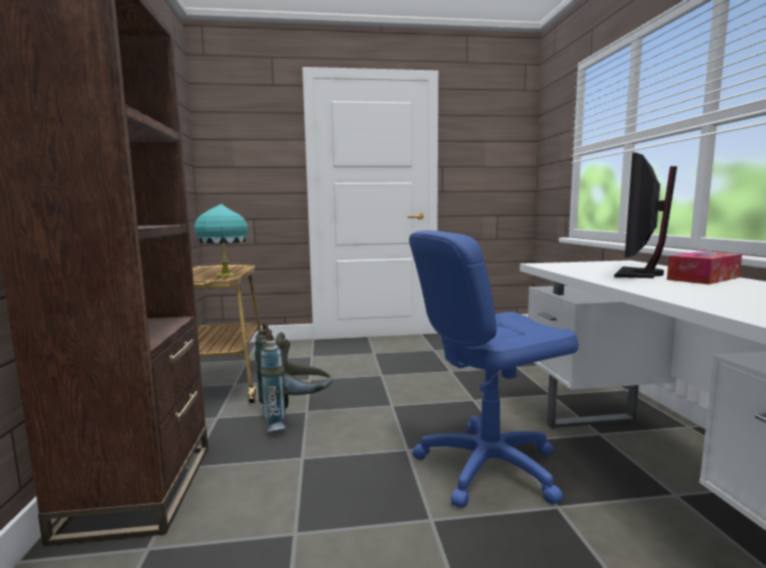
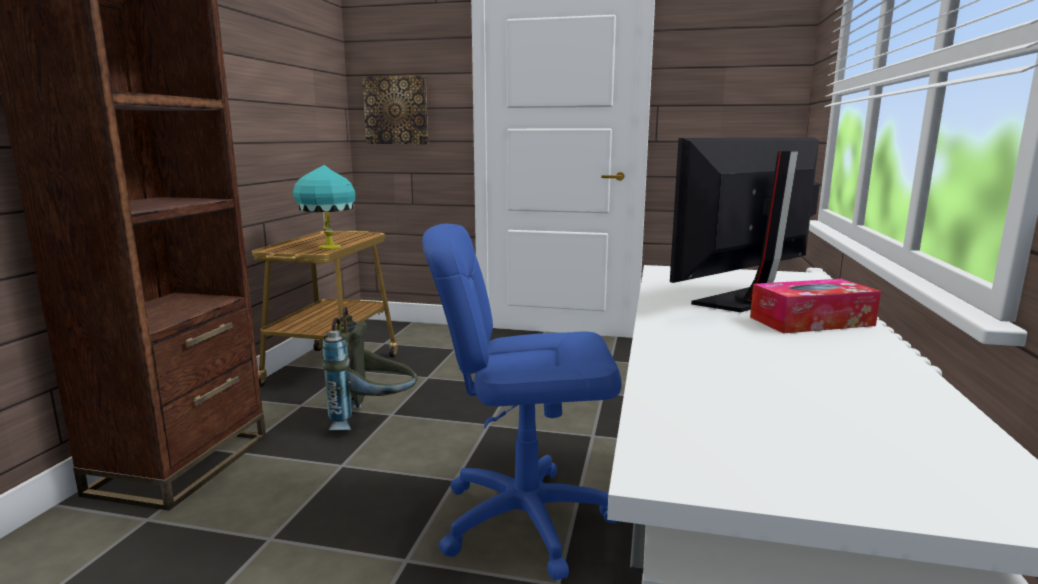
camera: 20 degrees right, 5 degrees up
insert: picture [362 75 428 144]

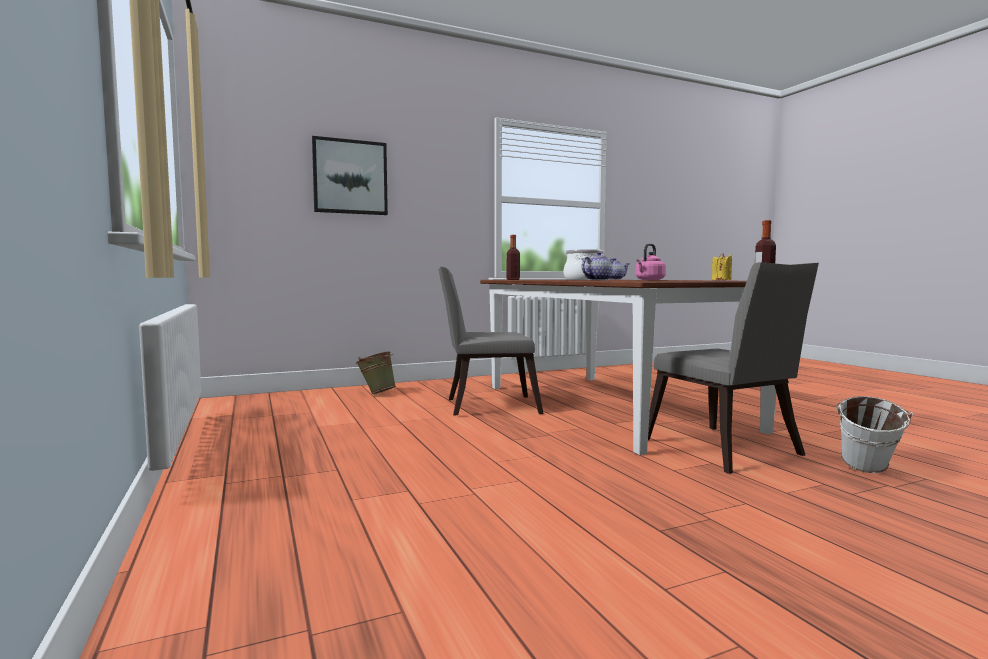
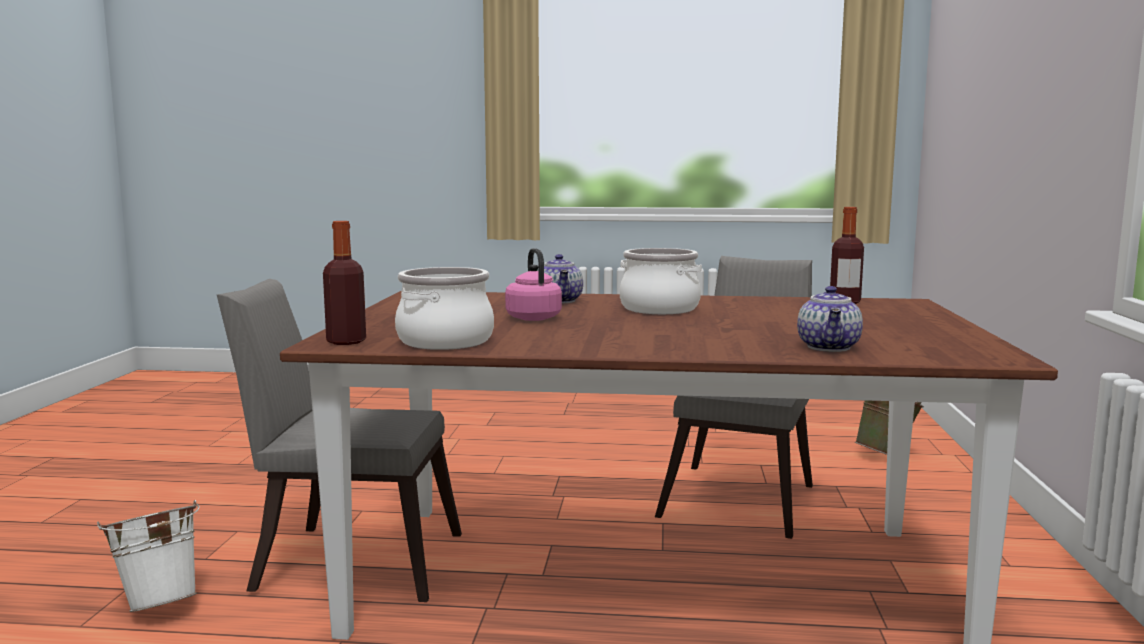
camera: 120 degrees right, 5 degrees up
delete: picture [312 136 388 215]
replace: yellow-coloured wax candle [712 253 732 280] to cooking pot [395 267 494 350]

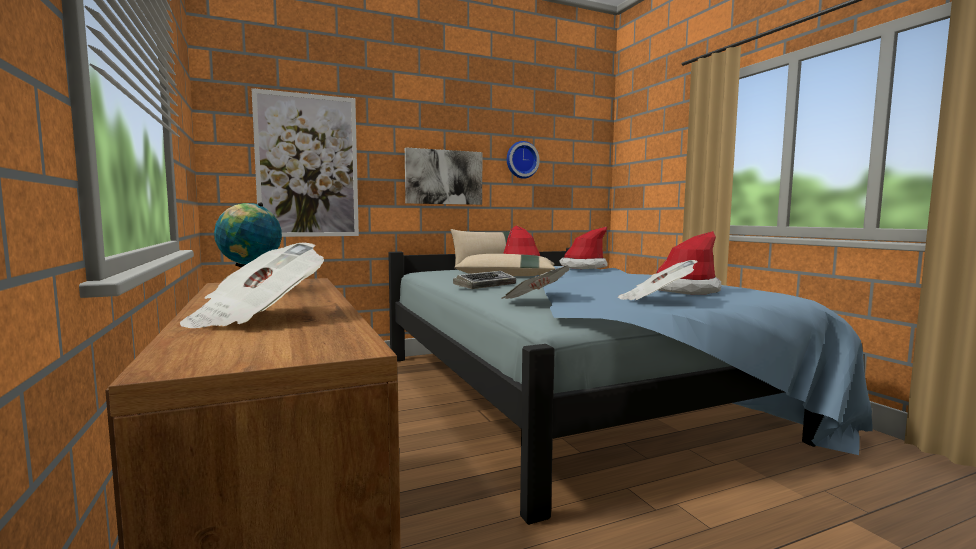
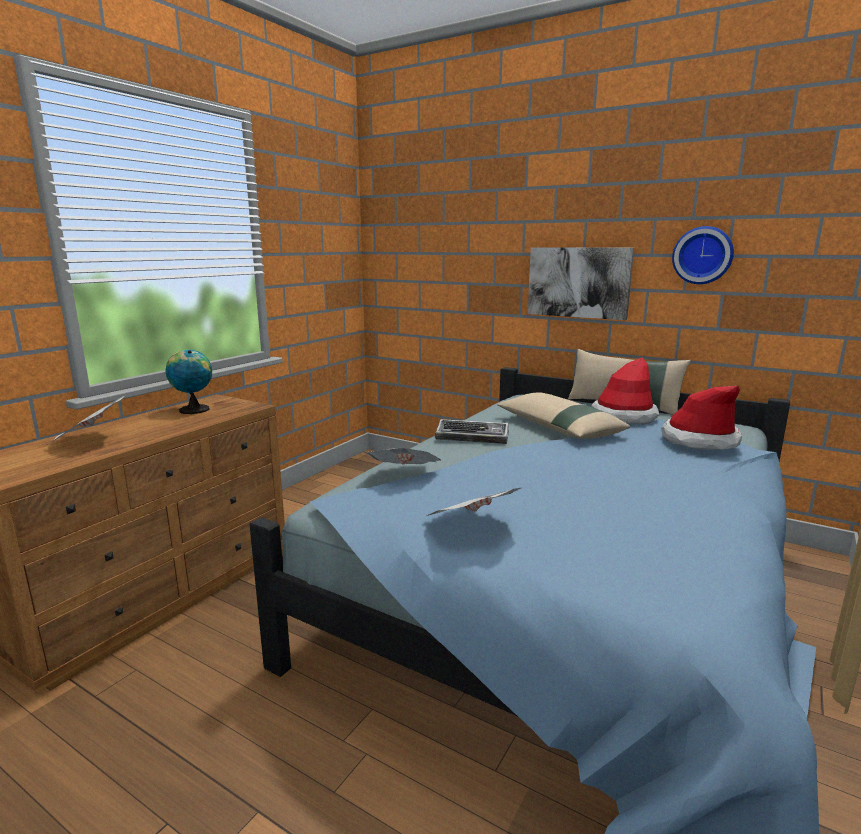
camera: 55 degrees right, 10 degrees up
delete: picture [251 88 359 237]; clothing hat [651 231 722 295]

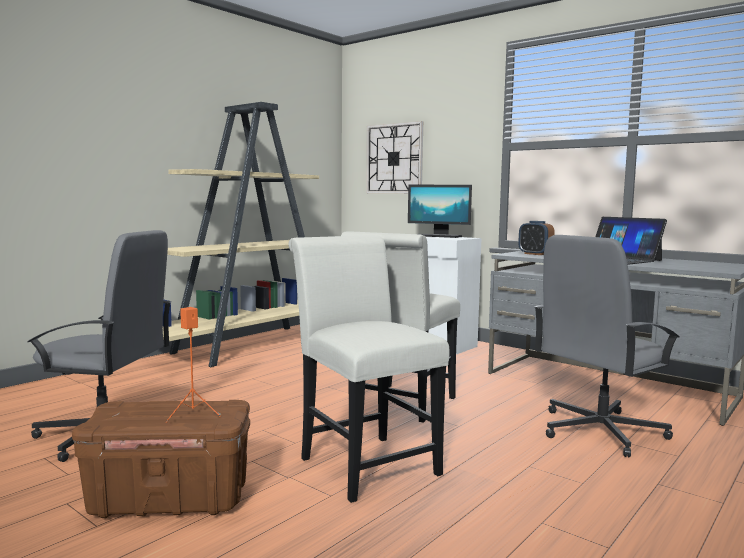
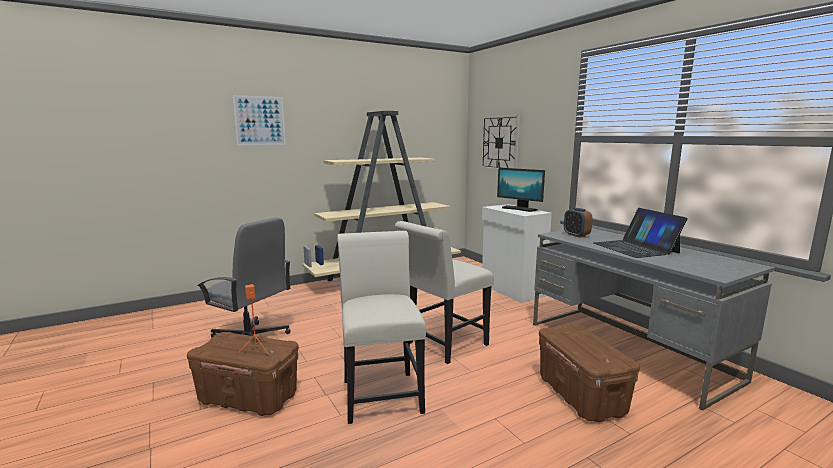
camera: 20 degrees right, 5 degrees up
insert: picture [233 95 286 145]
replace: gray computer chair [534 235 680 457] to brown-coloured storage box [539 324 640 422]

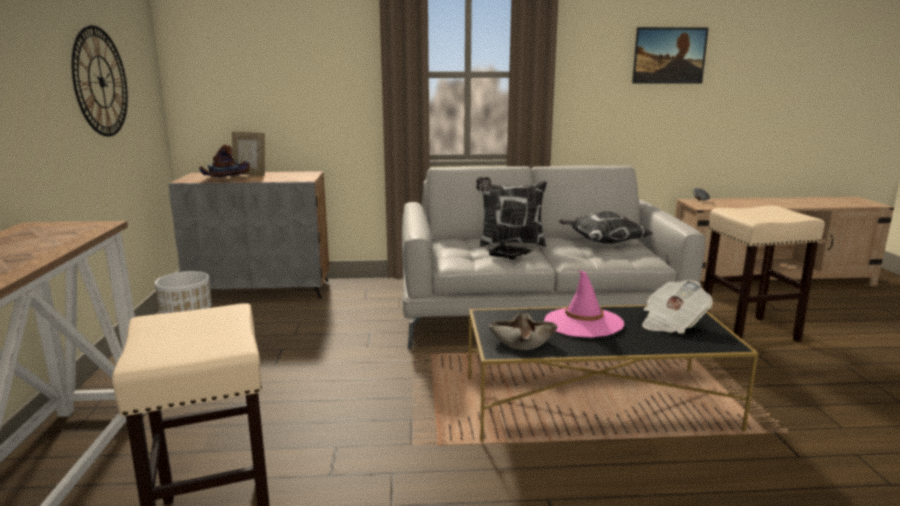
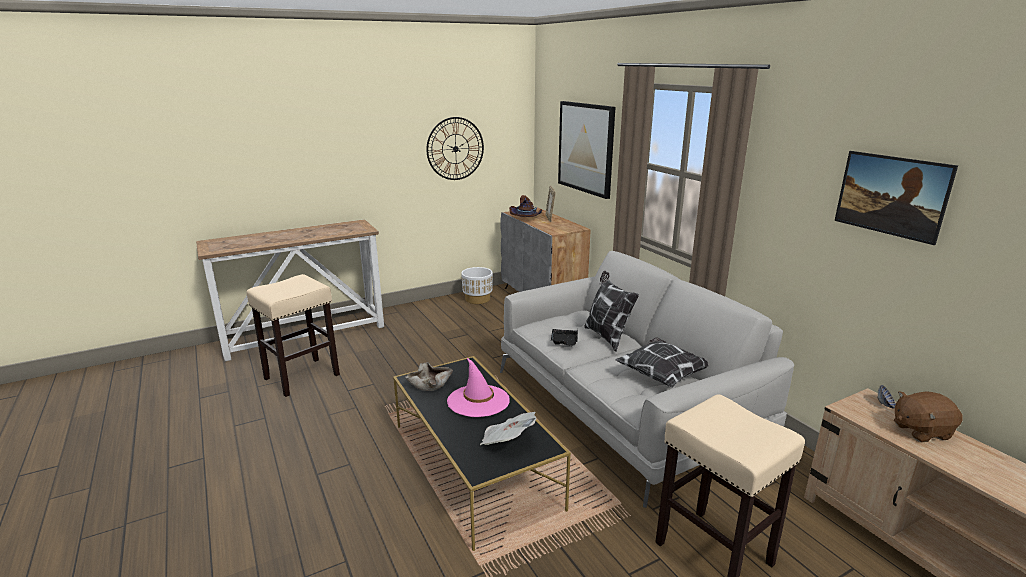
camera: 65 degrees right, 5 degrees up
insert: picture [558 101 615 199]; brown-coloured cuddly toy [894 391 963 442]

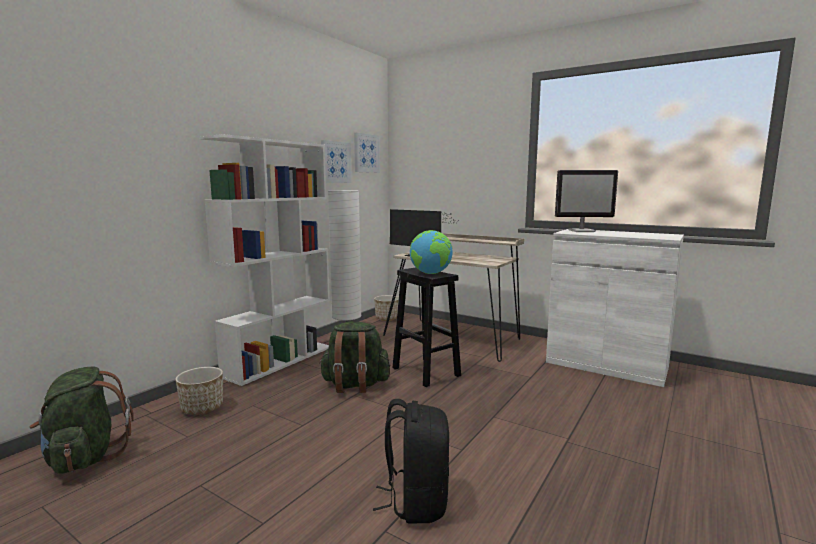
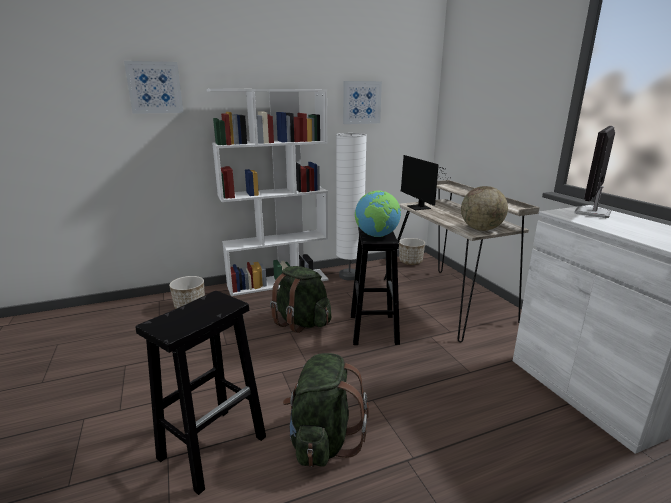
camera: 35 degrees right, 10 degrees up
insert: globe [461 186 508 231]
move: green-coloured rucksack [30 366 134 474] to [283 353 369 467]; picture [354 133 380 173] to [124 61 183 114]
replace: black-coloured rucksack [373 399 449 524] to black-coloured stool [136 291 266 495]
rotate: computer display [555 170 618 232] = [574 126 615 218] 90 degrees clockwise

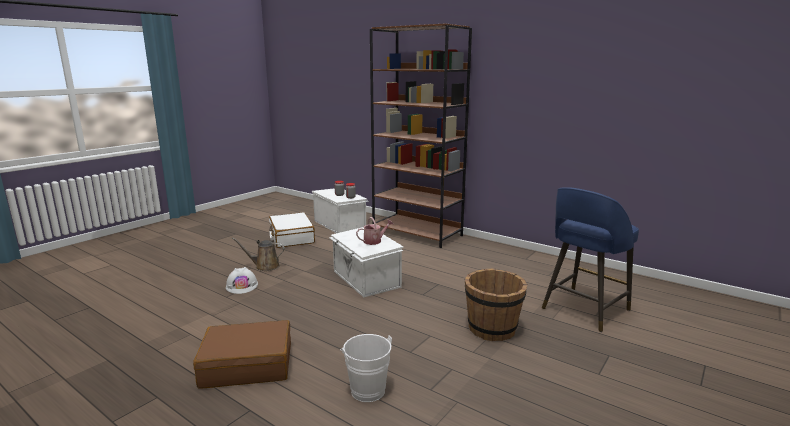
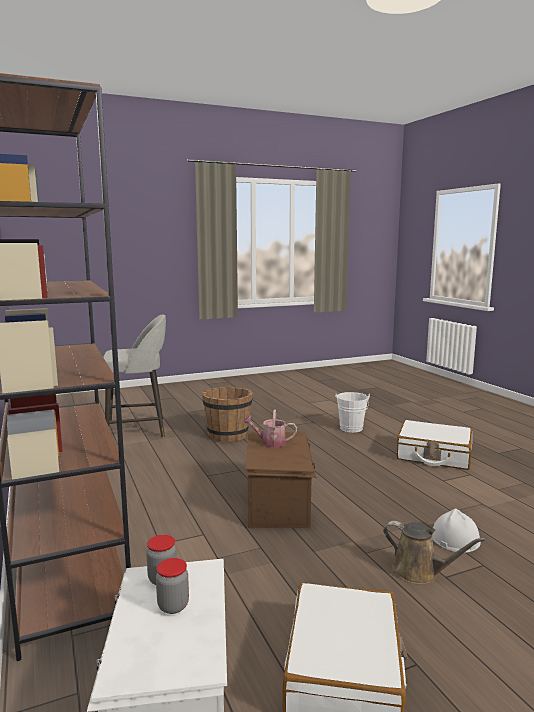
camera: 150 degrees left, 5 degrees down
recolor: brown-coloured piece of luggage [193 320 291 389] to white-coloured piece of luggage [397 420 472 470]; white-coloured storage box [329 227 404 298] to brown-coloured storage box [246 430 316 528]; blue-coloured stool [542 187 639 332] to gray stool [103 314 166 437]

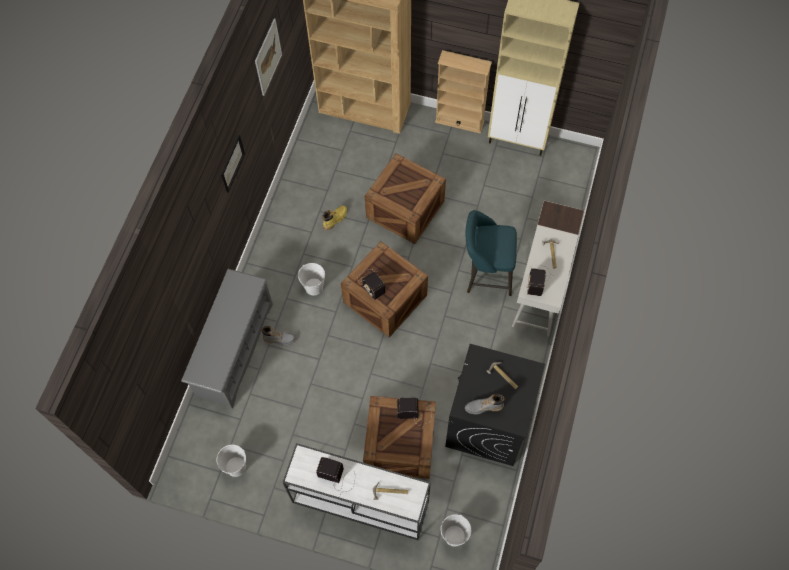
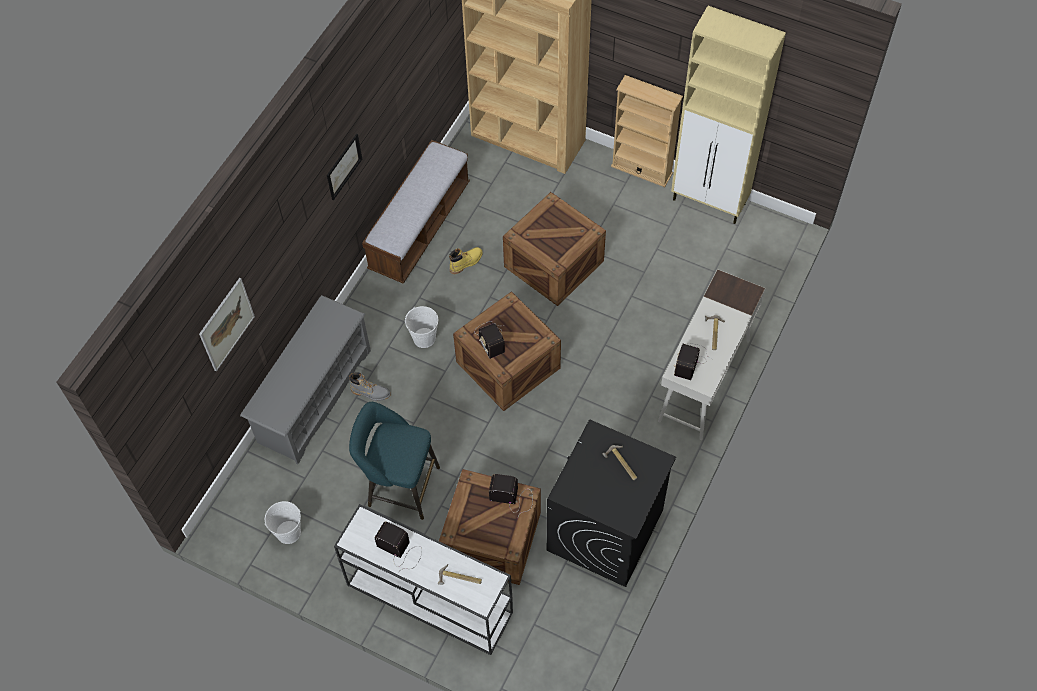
camera: 10 degrees right, 5 degrees down
delete: white-coloured water bucket [441 514 471 547]; gray tall boot [465 394 504 415]
insert: long seat [362 140 470 284]
move: picture [255 19 282 96] to [199 278 255 372]; turquoise stool [466 210 517 296] to [349 402 440 520]

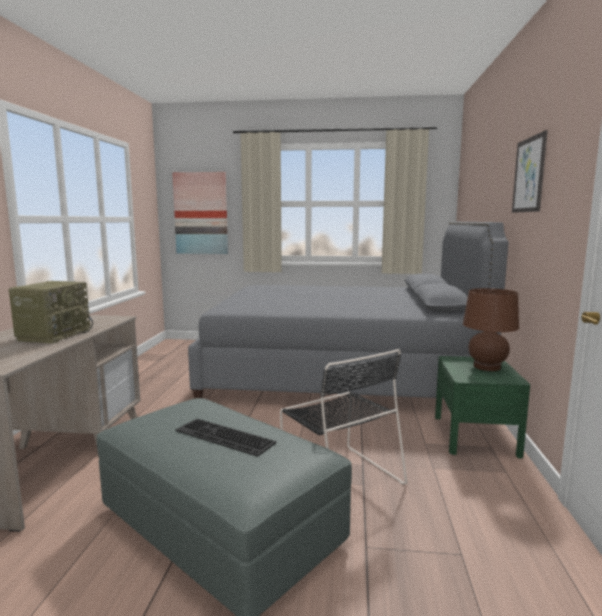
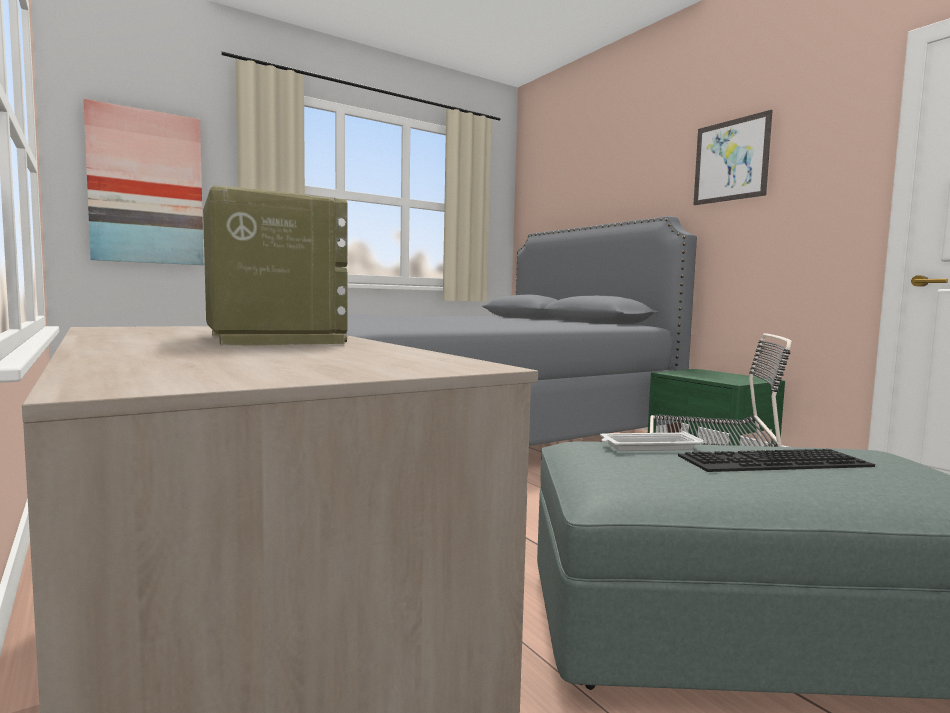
camera: 40 degrees left, 5 degrees down
delete: brown-coloured lamp for a table [463 288 519 371]
insert: white-coloured carrying tray [600 431 704 451]

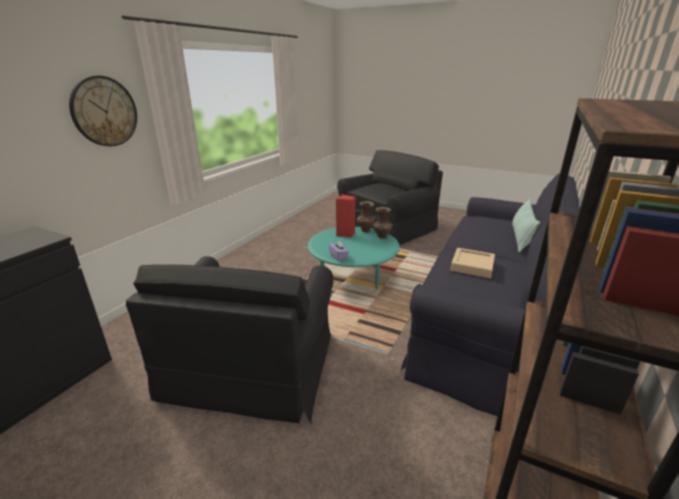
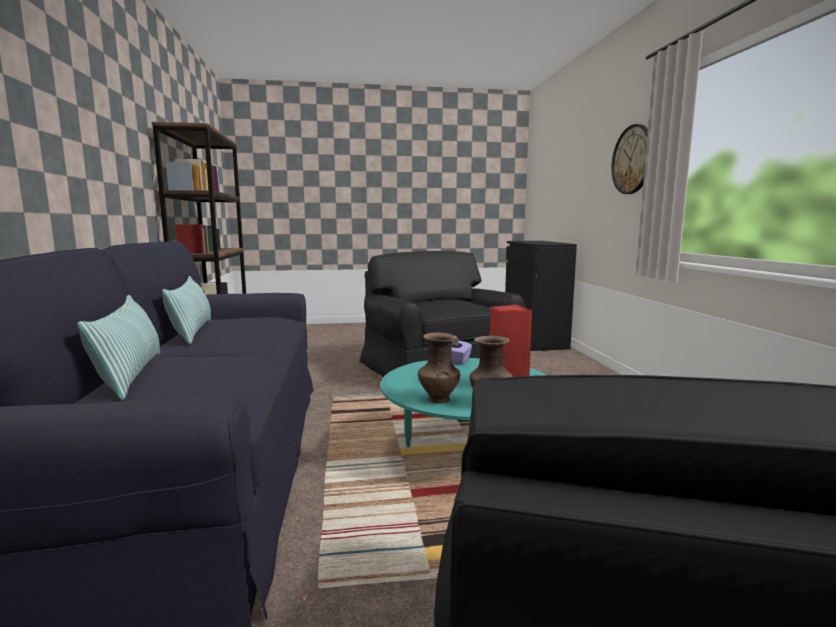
camera: 145 degrees right, 15 degrees down
delete: beige carrying tray [450 248 495 278]
insert: cushion [162 276 211 345]

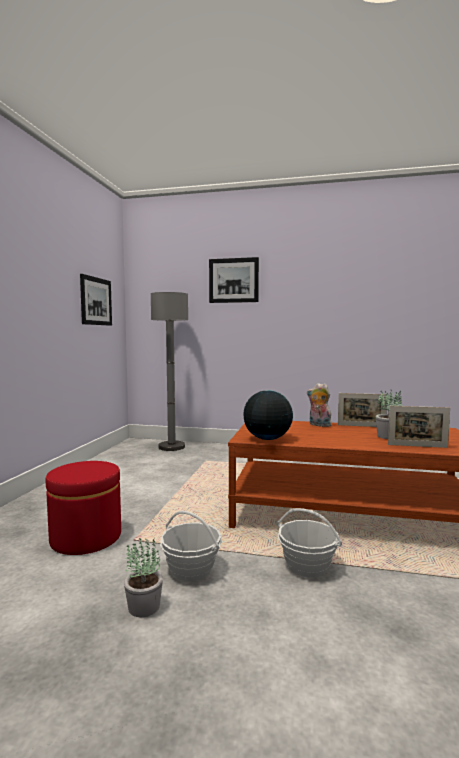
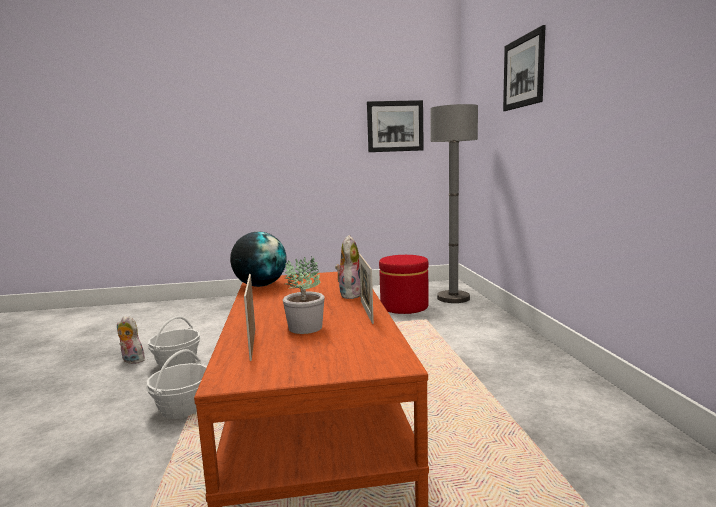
camera: 70 degrees right, 5 degrees up
move: red-coloured footrest [45 461 121 555] to [379 255 429 314]
replace: potted plant [124 536 163 617] to cuddly toy [117 316 145 364]

